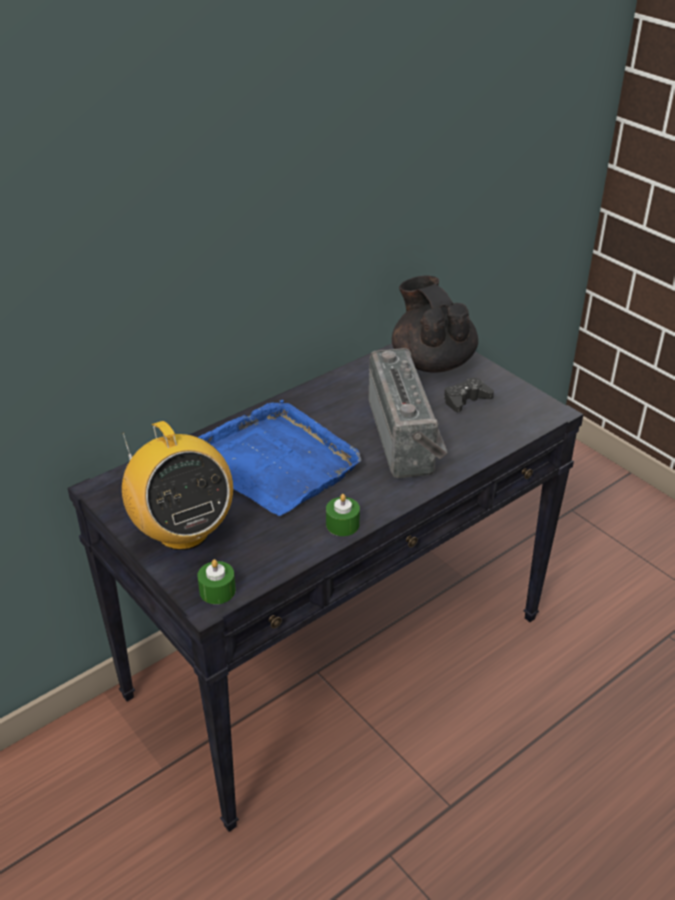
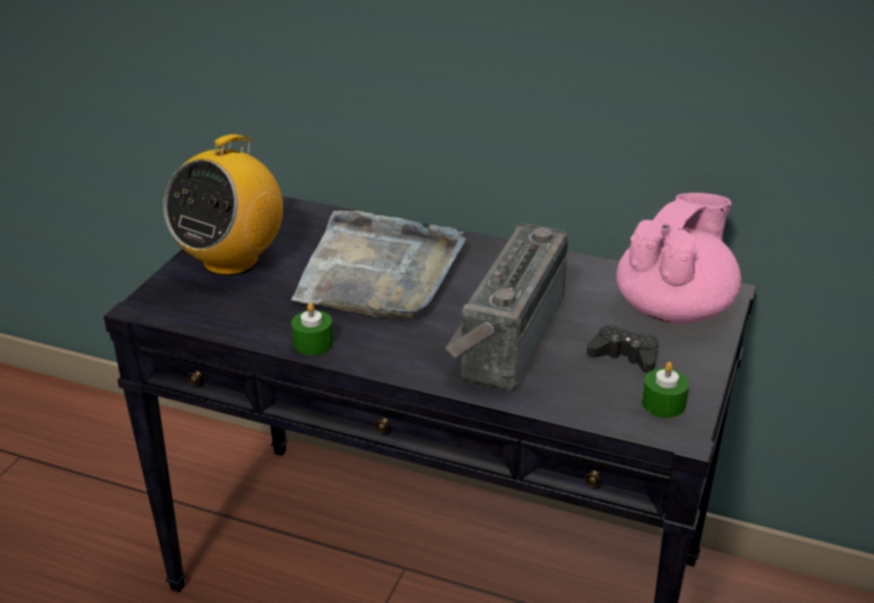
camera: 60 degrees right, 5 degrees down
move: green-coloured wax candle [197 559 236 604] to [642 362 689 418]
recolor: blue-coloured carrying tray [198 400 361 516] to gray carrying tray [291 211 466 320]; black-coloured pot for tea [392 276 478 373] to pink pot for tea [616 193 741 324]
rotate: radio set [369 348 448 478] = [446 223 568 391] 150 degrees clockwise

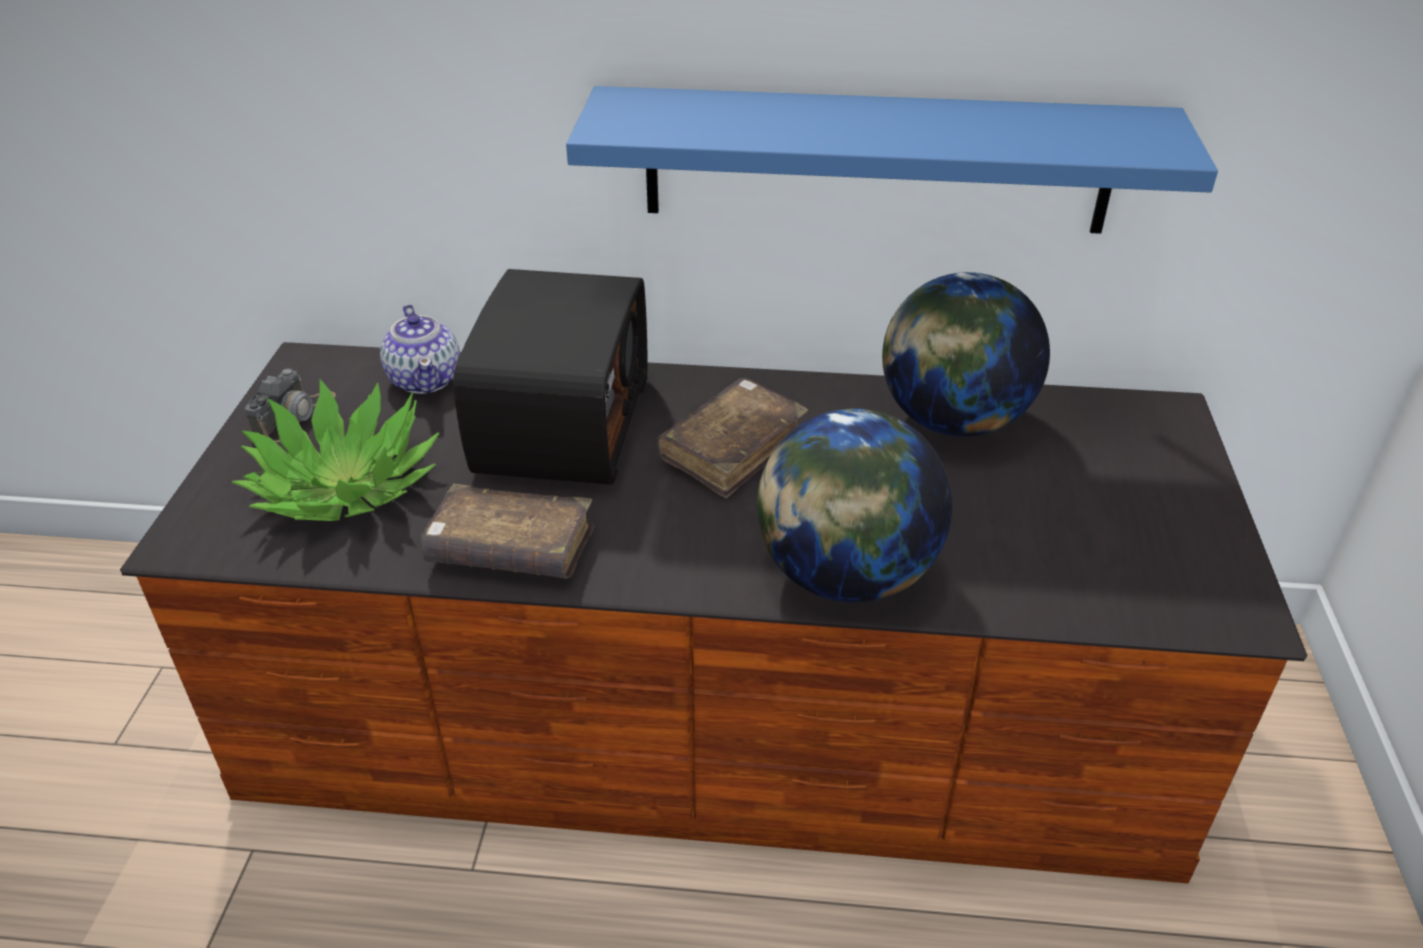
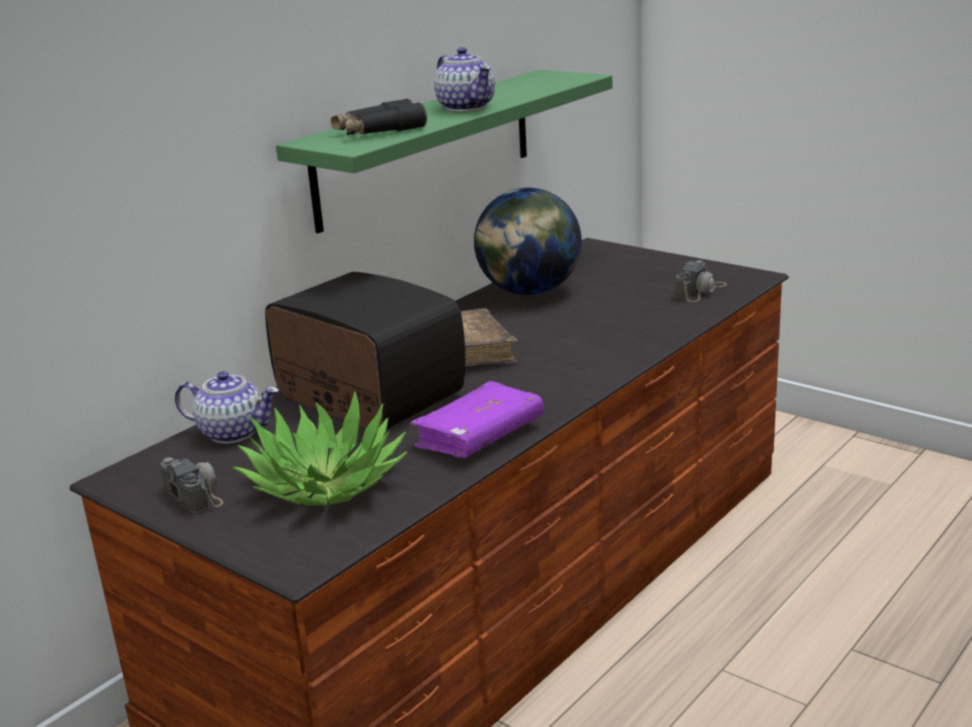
camera: 55 degrees left, 15 degrees down
delete: globe [757 409 952 603]
insert: black-coloured field glasses [331 98 427 135]; pot for tea [434 47 495 112]; photo camera [675 260 727 302]
recolor: brown-coloured bound book [421 484 595 579] to purplish bound book [410 381 544 458]; blue-coloured shelf [566 86 1218 234] to green-coloured shelf [276 70 612 234]

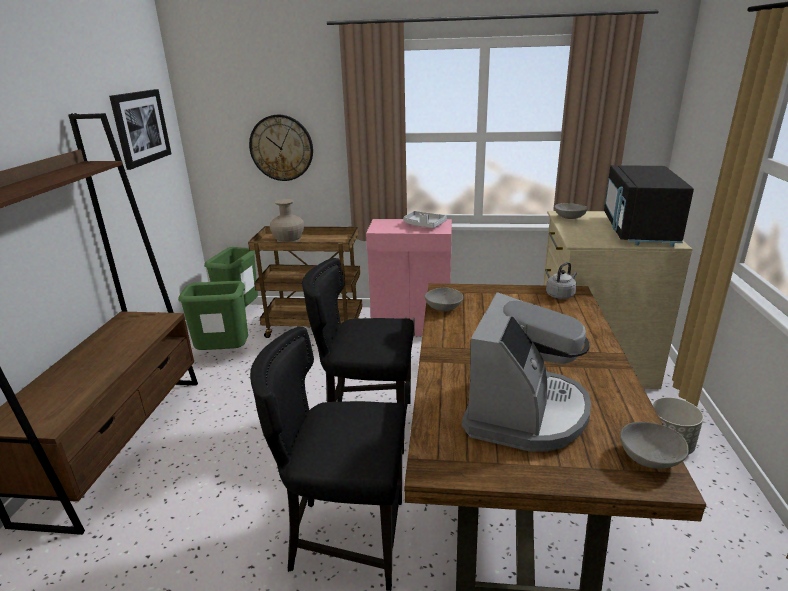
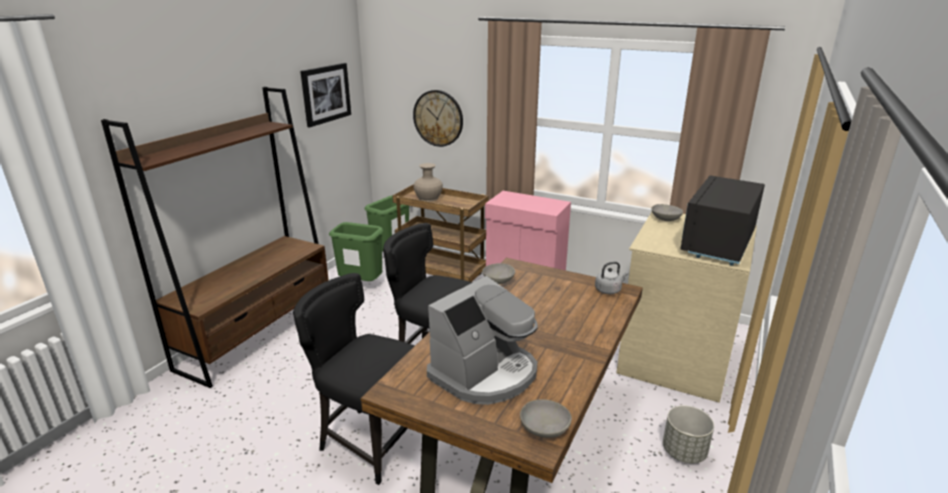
camera: 20 degrees right, 0 degrees up
delete: gray carrying tray [403 211 447 228]

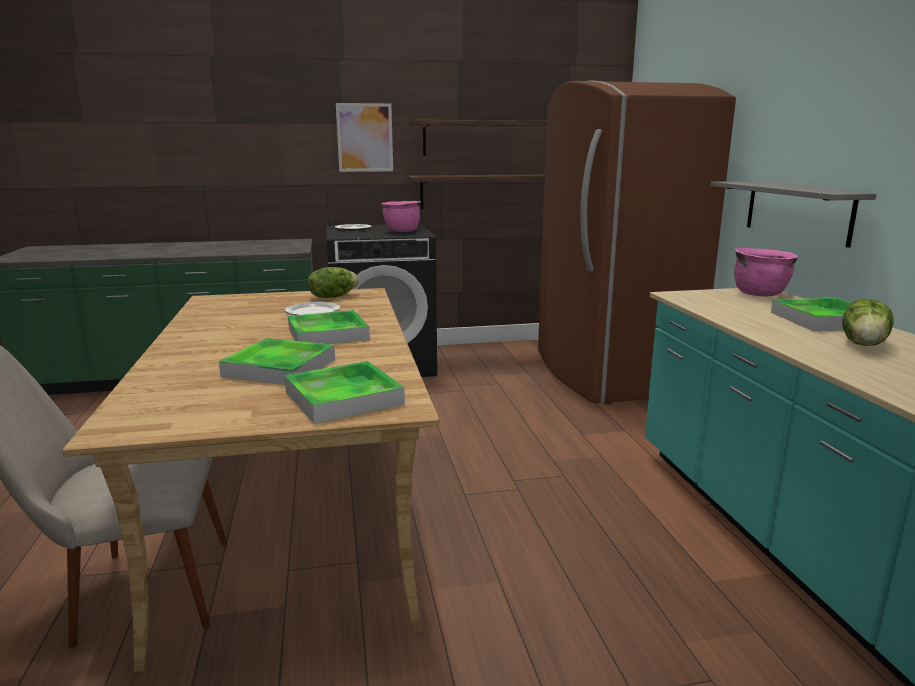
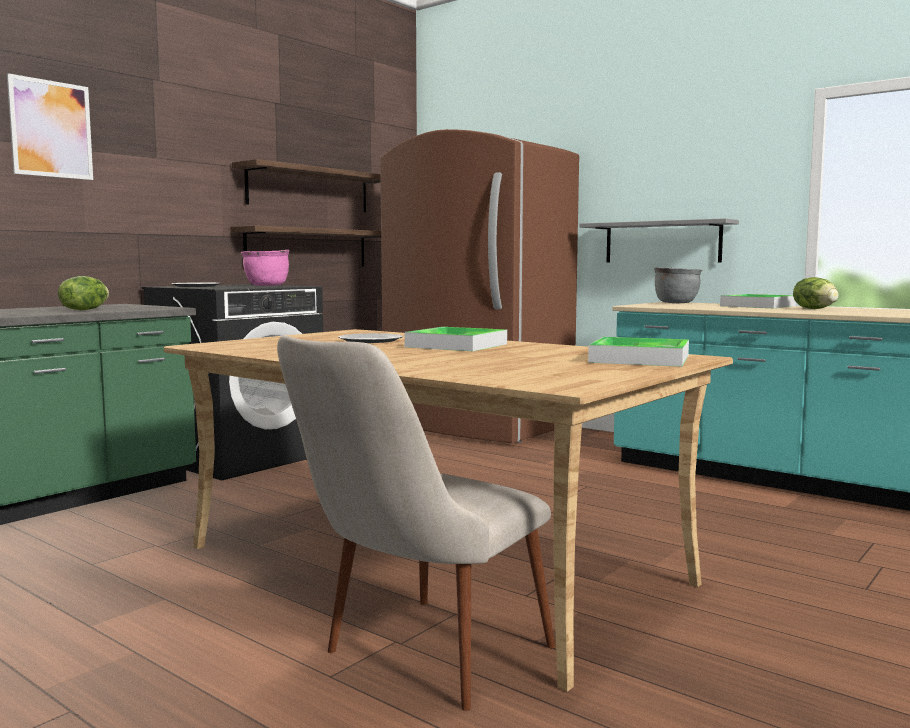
camera: 40 degrees left, 10 degrees down
delete: carrying tray [219 338 335 385]
move: head of lettuce [308 267 359 298] to [58 276 109 310]; picture [336 103 393 172] to [7 73 93 180]
recolor: pink cooking pot [734 248 798 296] to gray cooking pot [654 267 702 303]

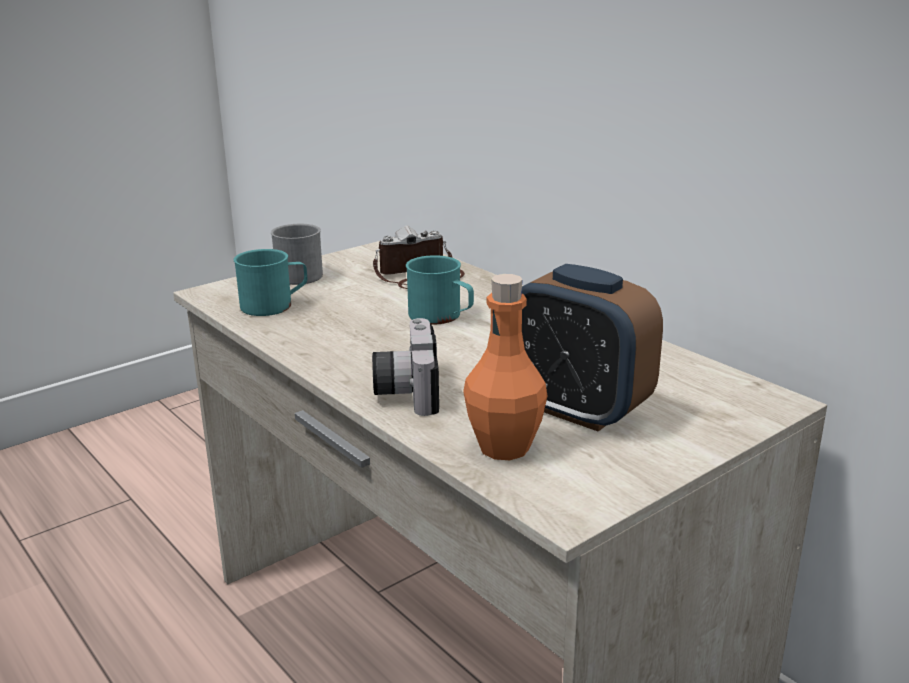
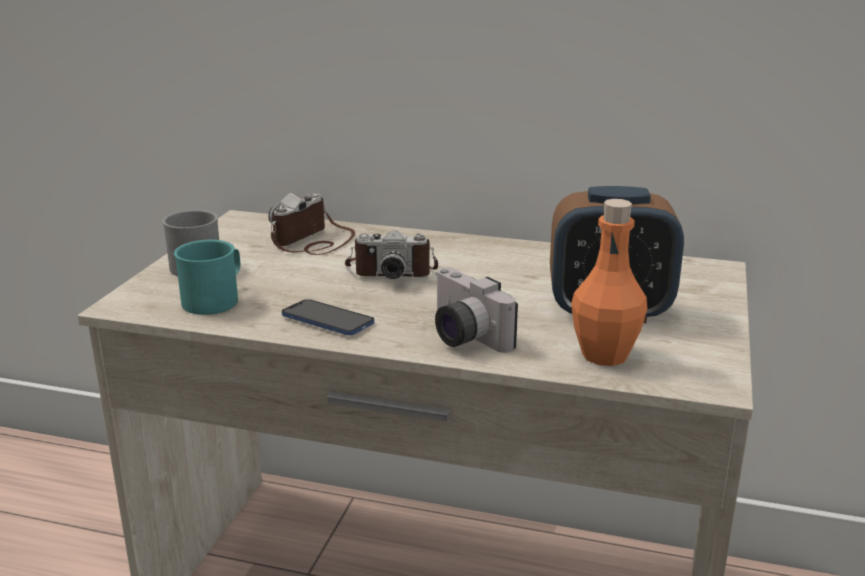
camera: 35 degrees left, 0 degrees up
insert: phone [282 299 374 335]
replace: turquoise tea mug [406 255 474 325] to photo camera [345 230 438 279]

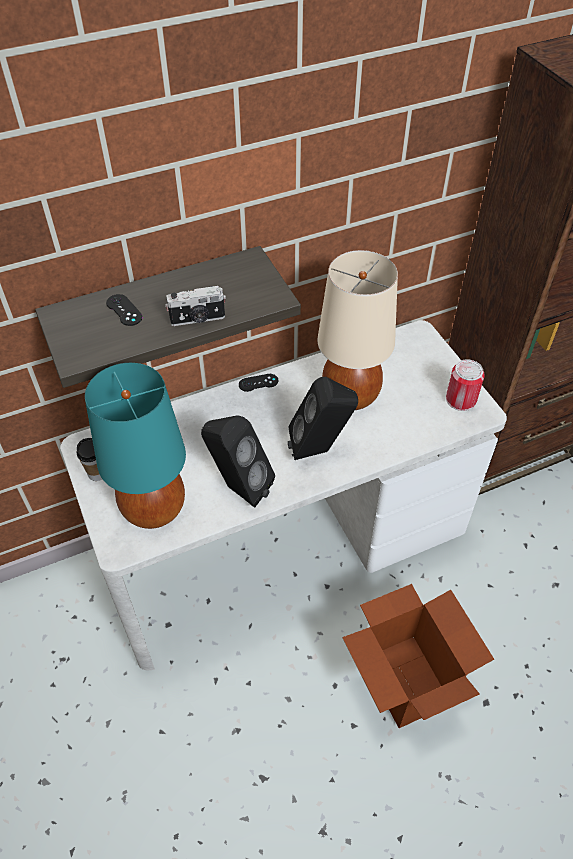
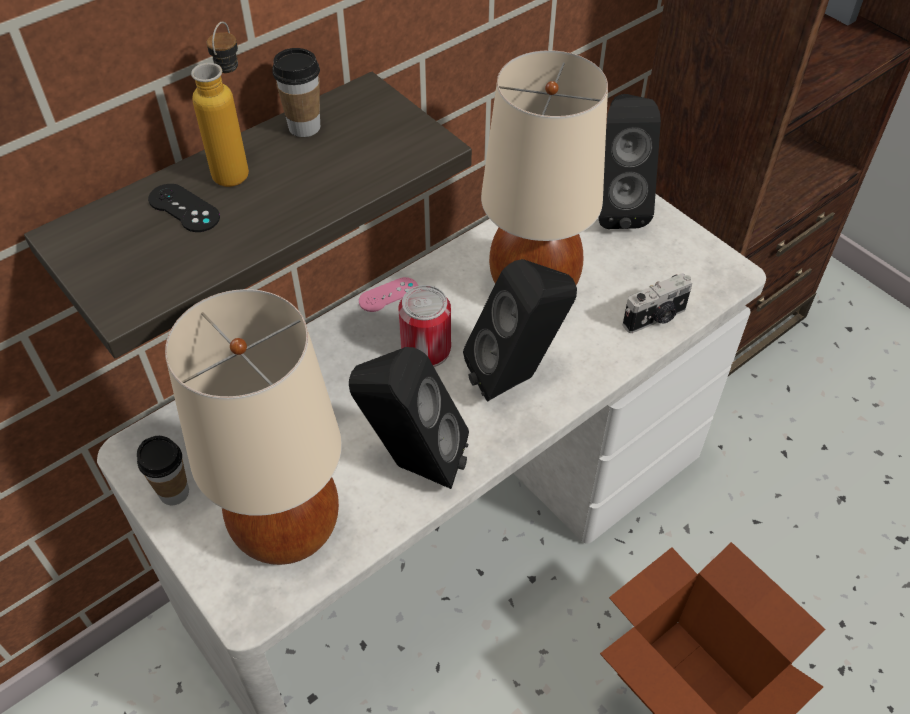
camera: 15 degrees left, 0 degrees up
insert: bottle [191 21 249 187]; small cup [272 48 320 137]; black-coloured speaker [598 94 661 229]
move: photo camera [165 286 226 326] to [623 273 692 333]; can [446 359 485 411] to [398 285 451 367]
recolor: turquoise lamp for a table [85 363 186 529] to beige lamp for a table [165 289 342 565]; black-coloured gamepad [239 374 279 392] to pink gamepad [359 277 418 312]

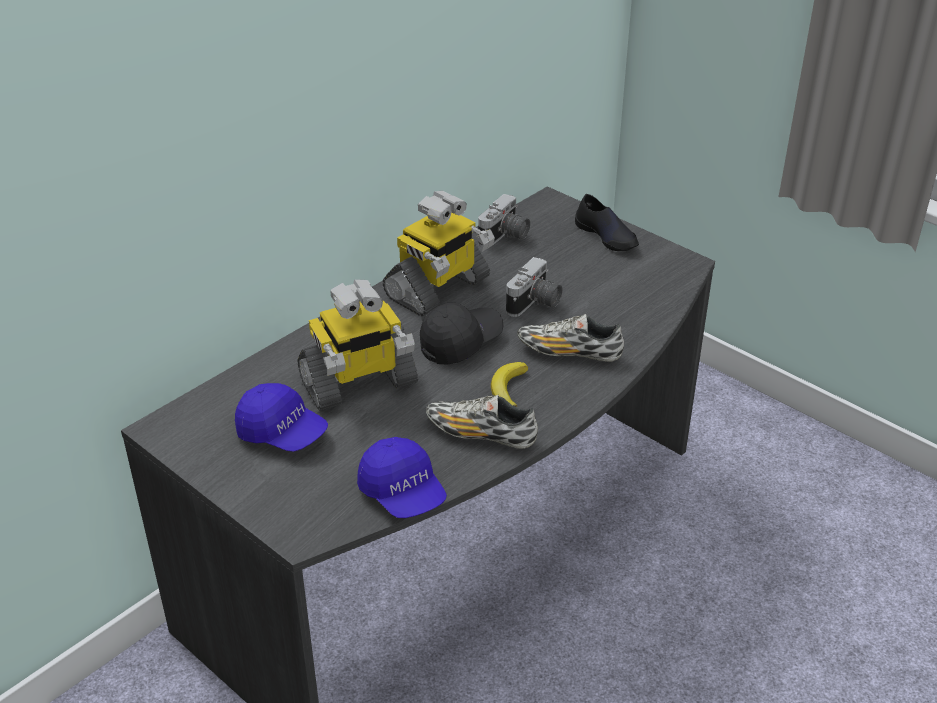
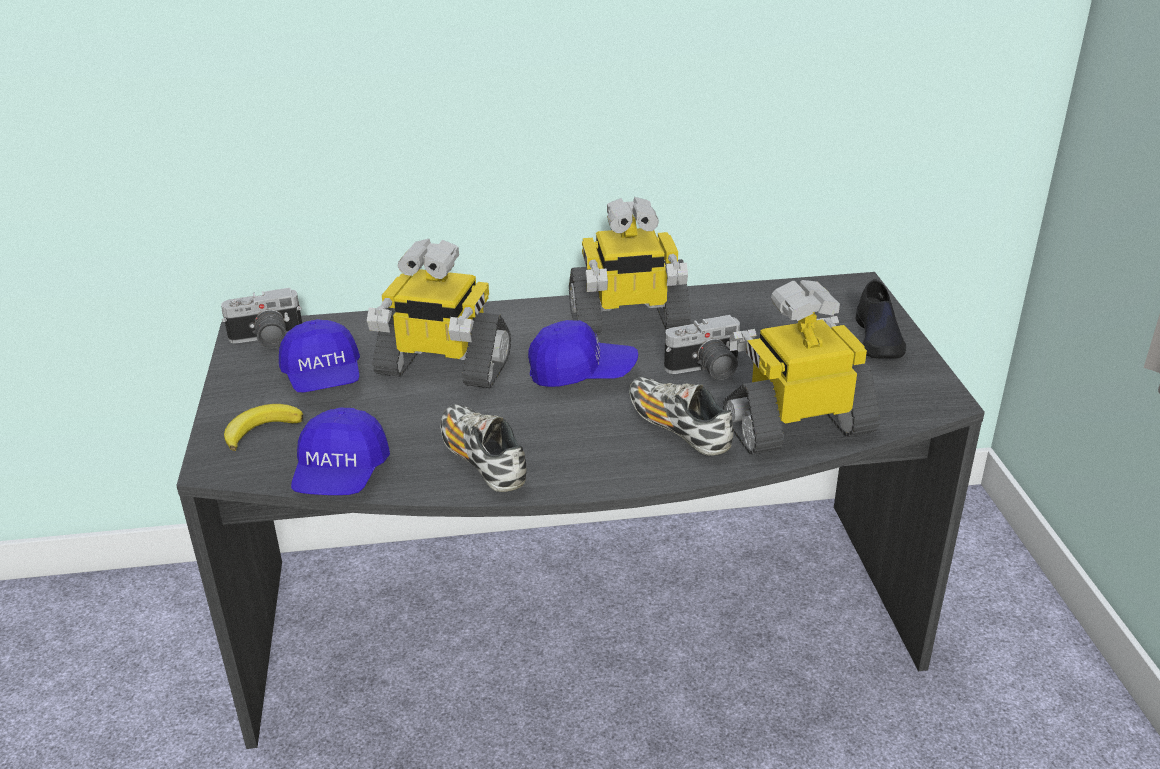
camera: 40 degrees right, 5 degrees down
insert: toy robot [723 280 880 455]
move: photo camera [478 194 530 247] to [221 288 302 349]; banana fruit [491 362 528 407] to [224 404 303 451]
recolor: black-coloured cap [420 303 503 365] to blue-coloured cap [528 320 638 387]

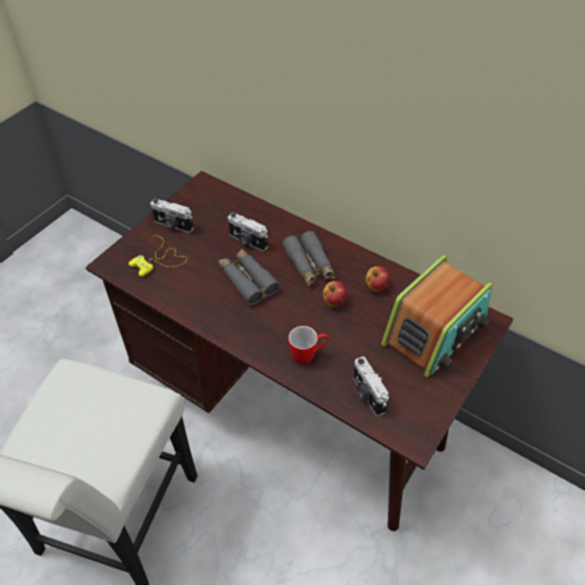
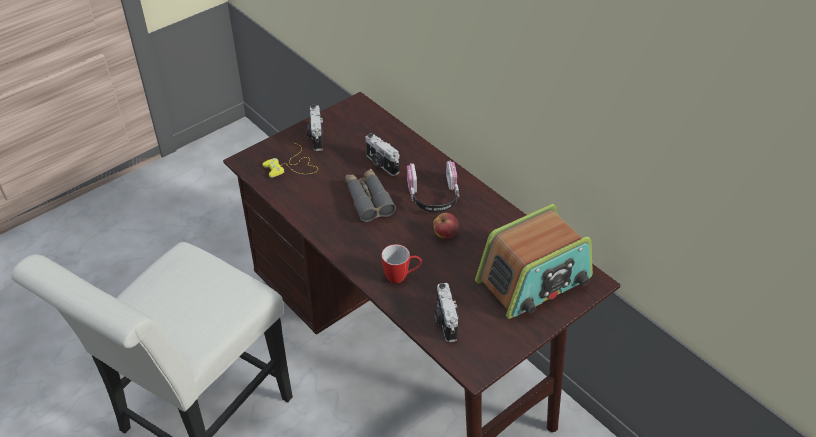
camera: 15 degrees right, 5 degrees down
delete: apple fruit [366 266 391 292]
replace: gray field glasses [282 231 335 286] to pair of headphones [407 160 459 213]
rotate: photo camera [150 198 194 233] = [306 105 323 151] 45 degrees clockwise

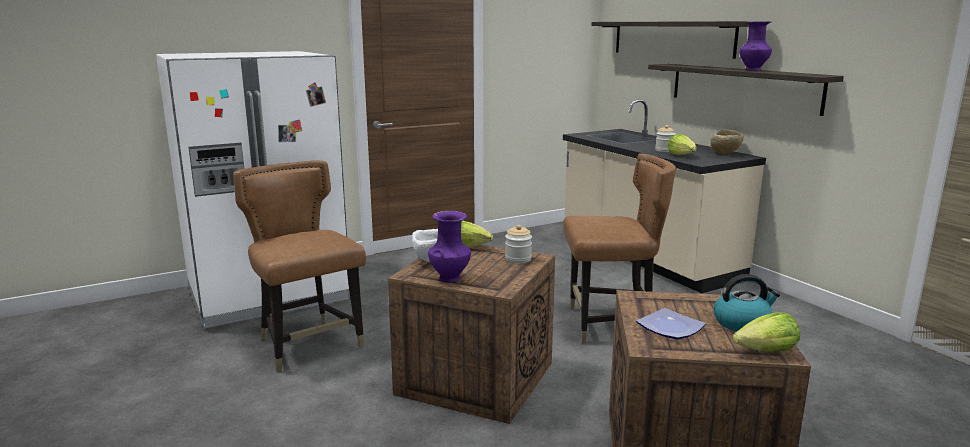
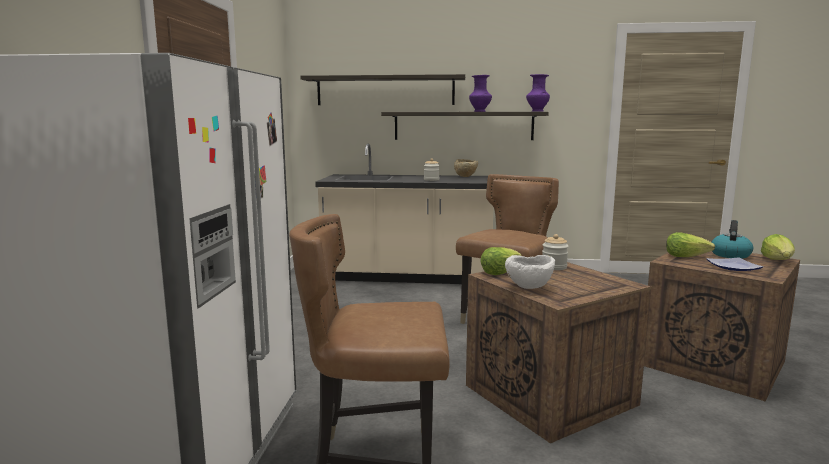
camera: 55 degrees left, 5 degrees down
move: purplish flower vase [428 211 471 283] to [526 74 550 112]; head of lettuce [668 134 697 155] to [666 232 715 257]

